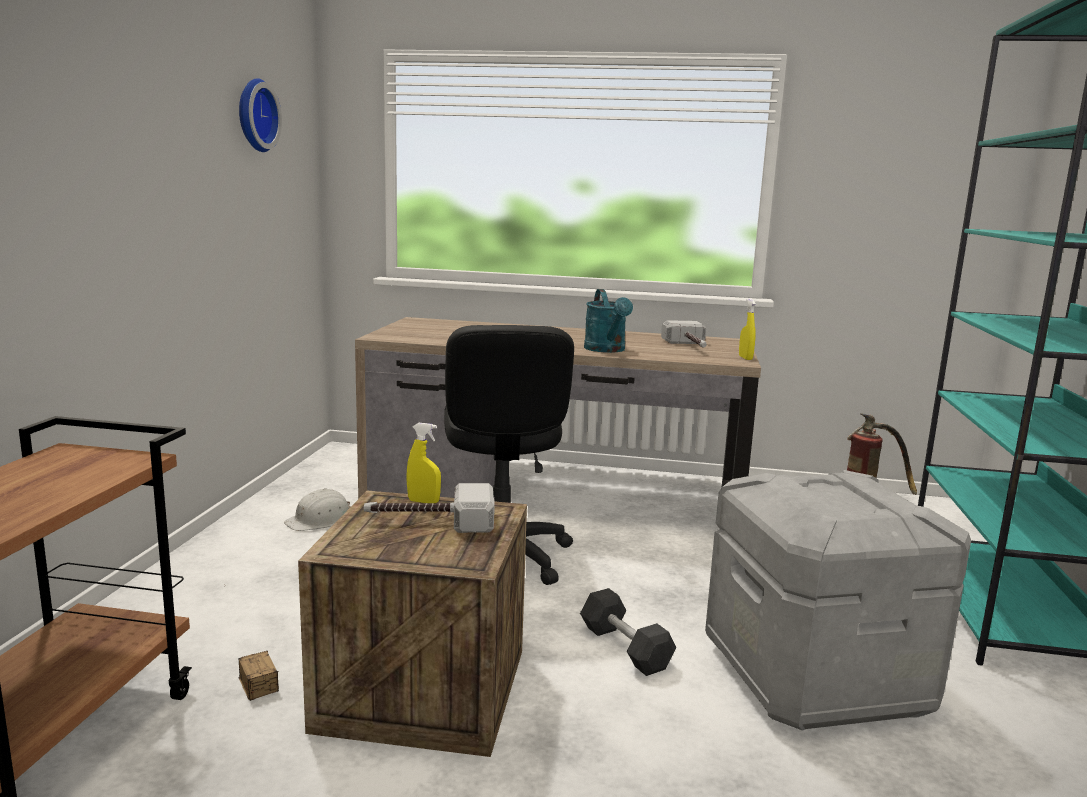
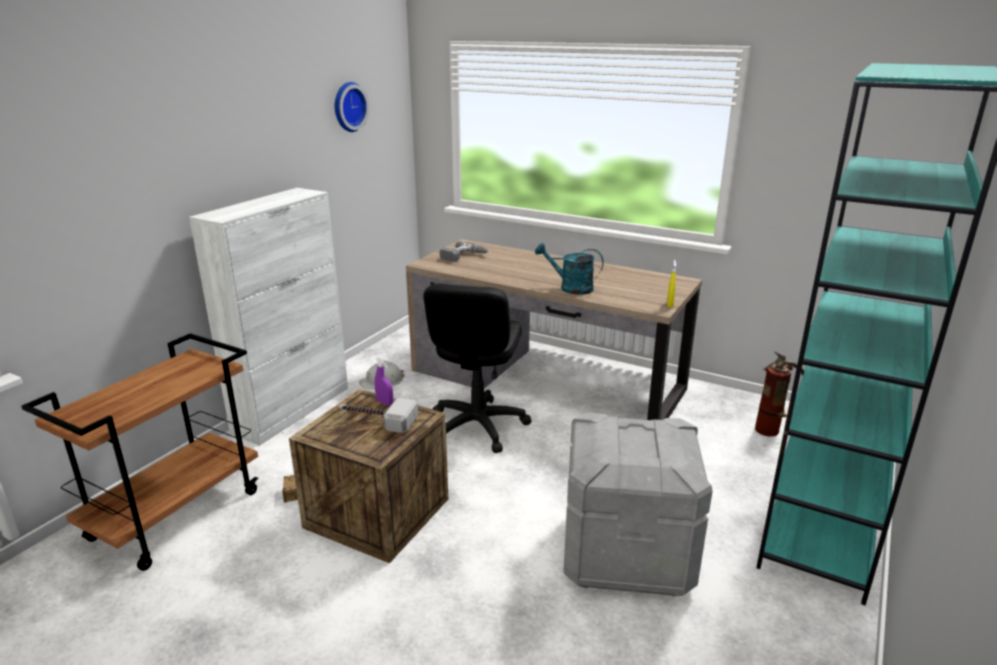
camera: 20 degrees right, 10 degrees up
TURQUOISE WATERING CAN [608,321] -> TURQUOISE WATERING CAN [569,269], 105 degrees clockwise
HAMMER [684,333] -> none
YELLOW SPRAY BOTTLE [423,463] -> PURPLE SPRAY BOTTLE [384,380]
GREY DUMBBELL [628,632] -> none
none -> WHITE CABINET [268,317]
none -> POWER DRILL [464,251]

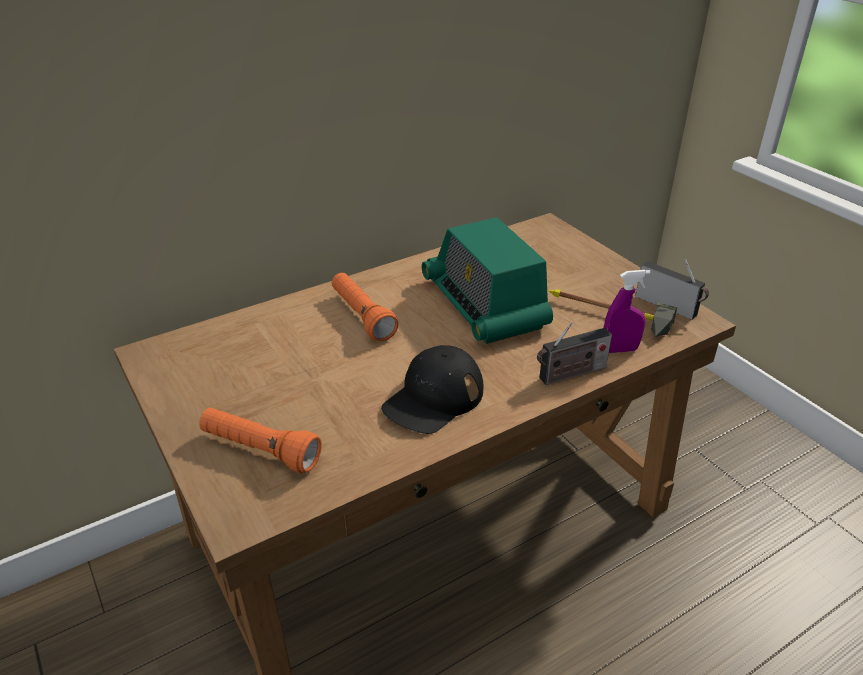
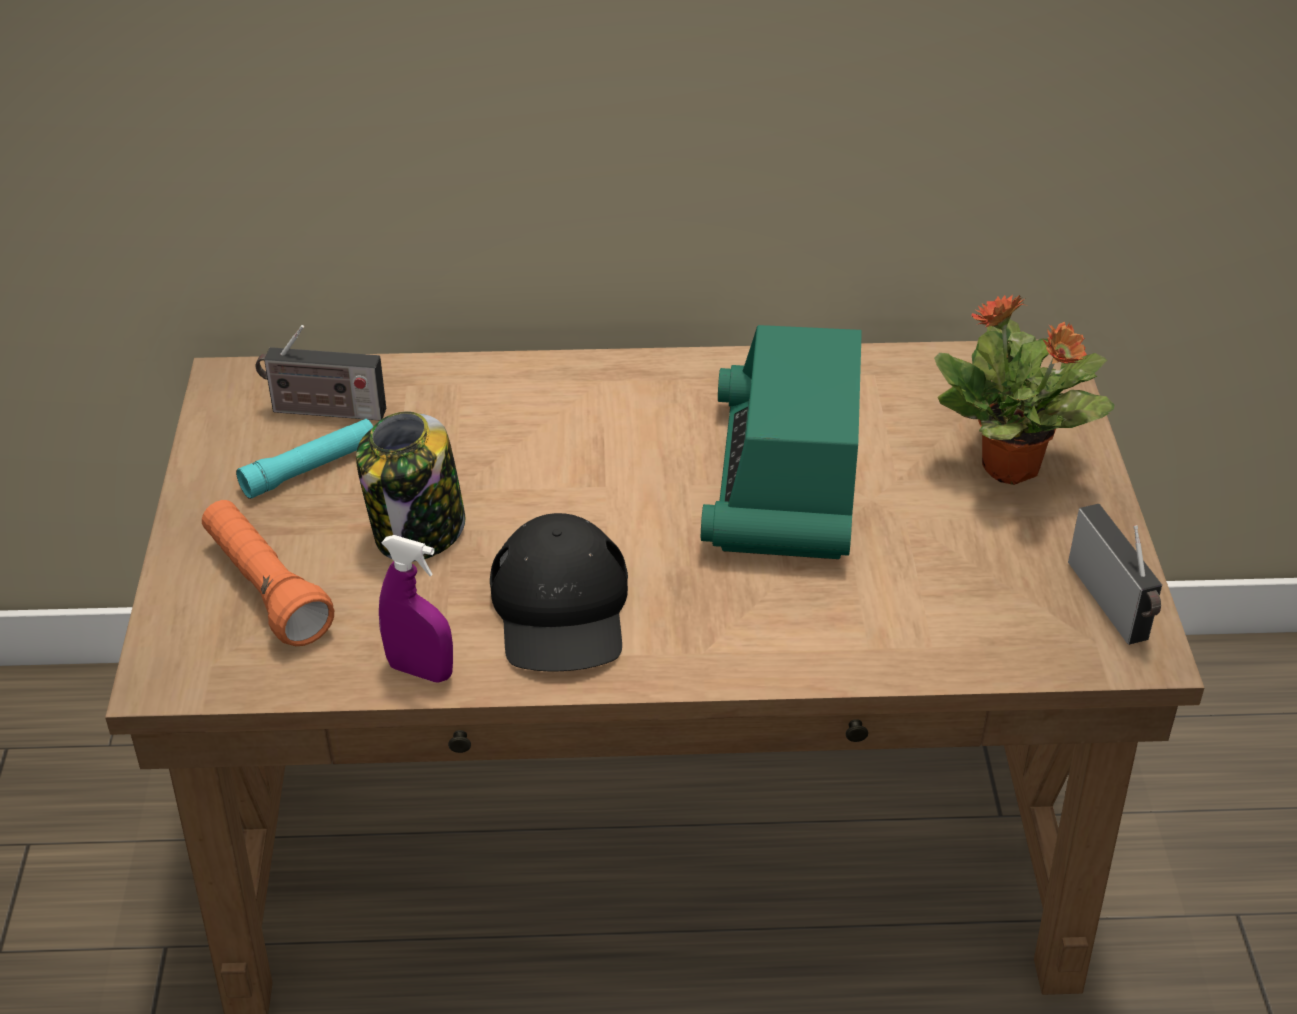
camera: 30 degrees right, 5 degrees up
PURPLE SPRAY BOTTLE [627,311] -> PURPLE SPRAY BOTTLE [416,609], shifted
ORANGE FLASHLIGHT [365,307] -> none
HAMMER [613,312] -> none
RADIO [574,353] -> RADIO [320,372], shifted
BLACK CAP [432,389] -> BLACK CAP [559,592], 75 degrees counterclockwise
none -> POTTED PLANT [1024,390]
none -> JAR [410,486]
none -> TURQUOISE FLASHLIGHT [304,459]

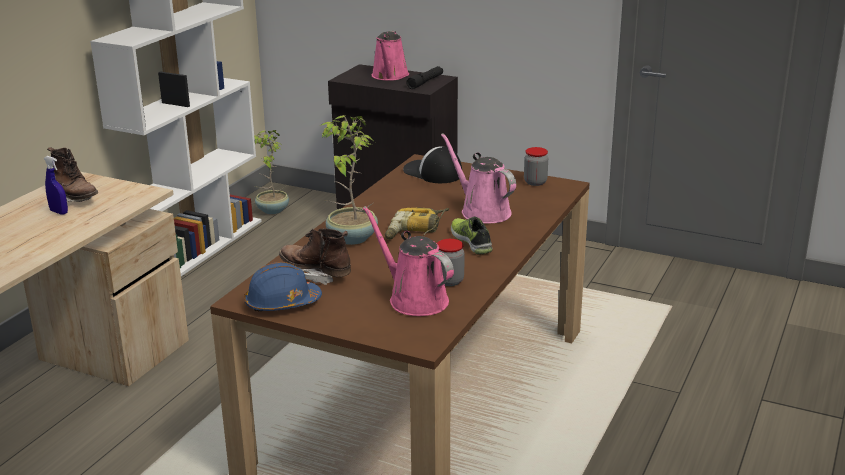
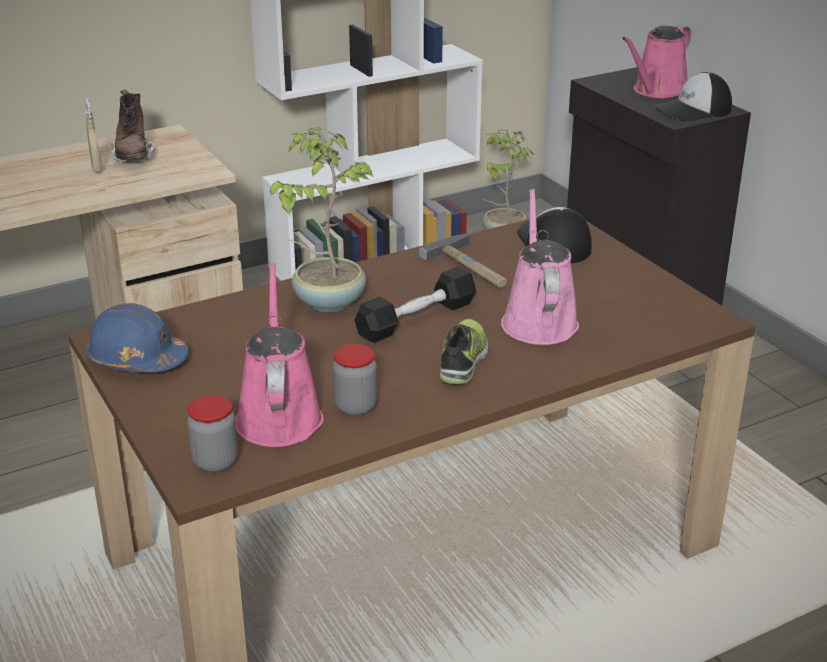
camera: 35 degrees right, 5 degrees up
BLACK FLASHLIGHT [424,77] -> CAP [693,97]
JAR [536,166] -> JAR [212,433], shifted
BLUE SPRAY BOTTLE [56,185] -> BEIGE SPRAY BOTTLE [94,135]
POWER DRILL [417,224] -> BLACK DUMBBELL [415,304]
BROWN BOOT [315,257] -> none
none -> HAMMER [463,260]

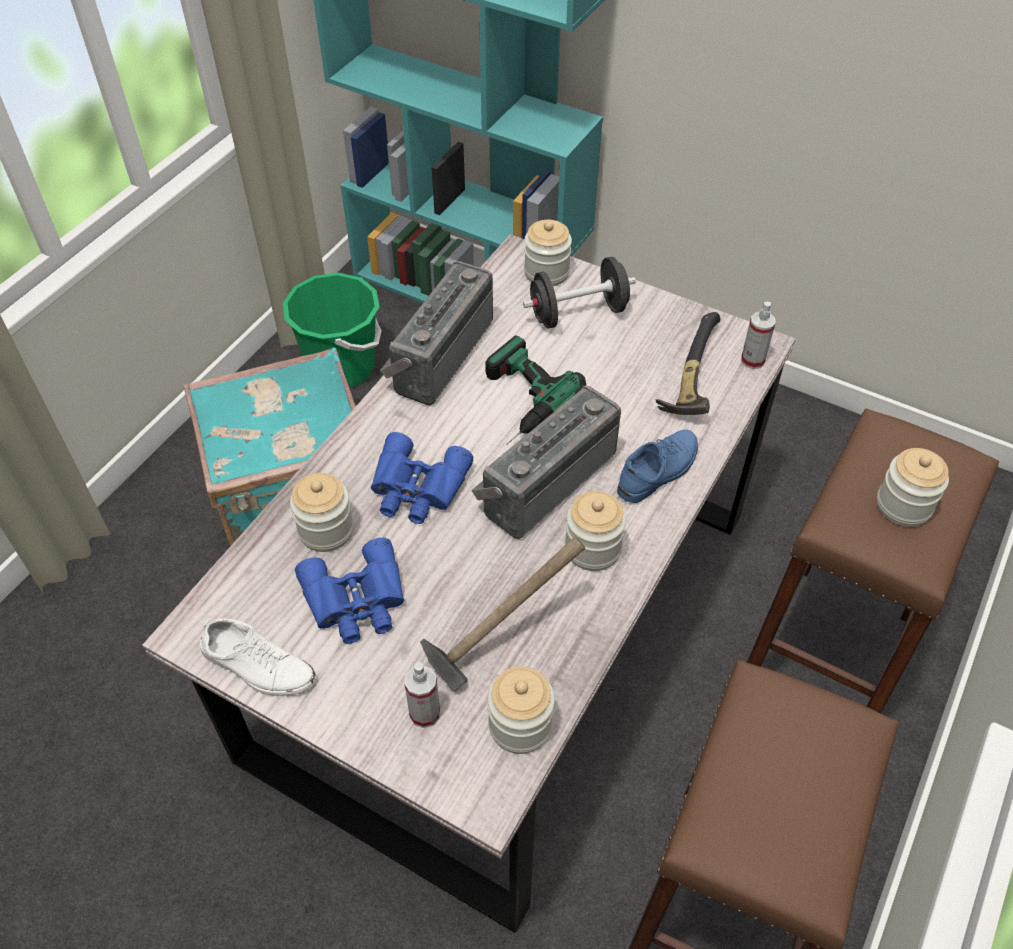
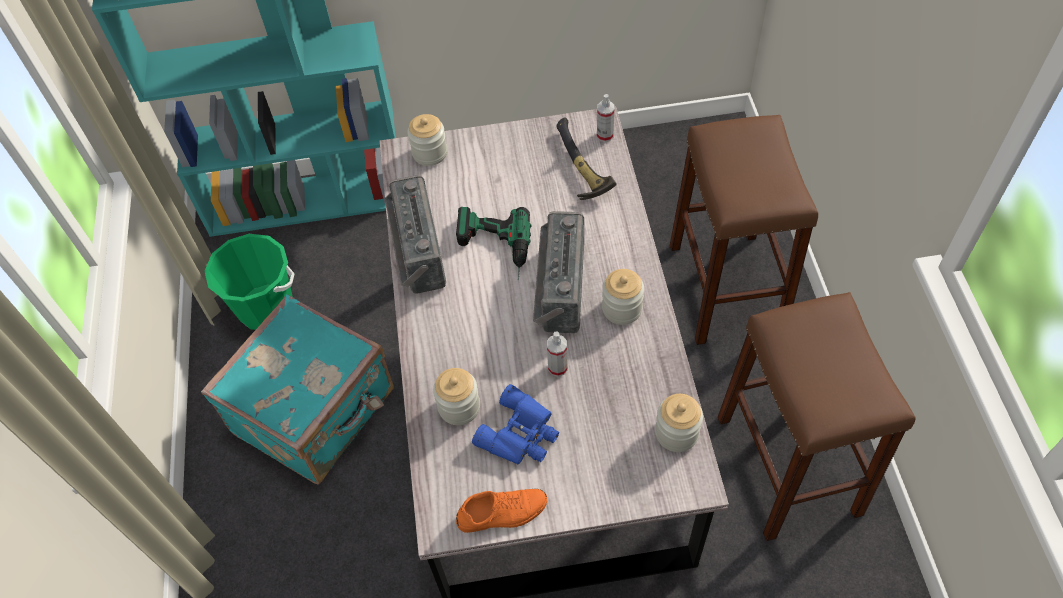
camera: 35 degrees left, 5 degrees up
BLACK DUMBBELL [579,293] -> none
BLUE SHOE [657,466] -> none
BLUE BINOCULARS [422,478] -> none
JAR [913,487] -> none
HAMMER [502,614] -> none
WHITE SHOE [258,657] -> ORANGE SHOE [501,511]
SPRAY BOTTLE [422,695] -> SPRAY BOTTLE [557,354], shifted

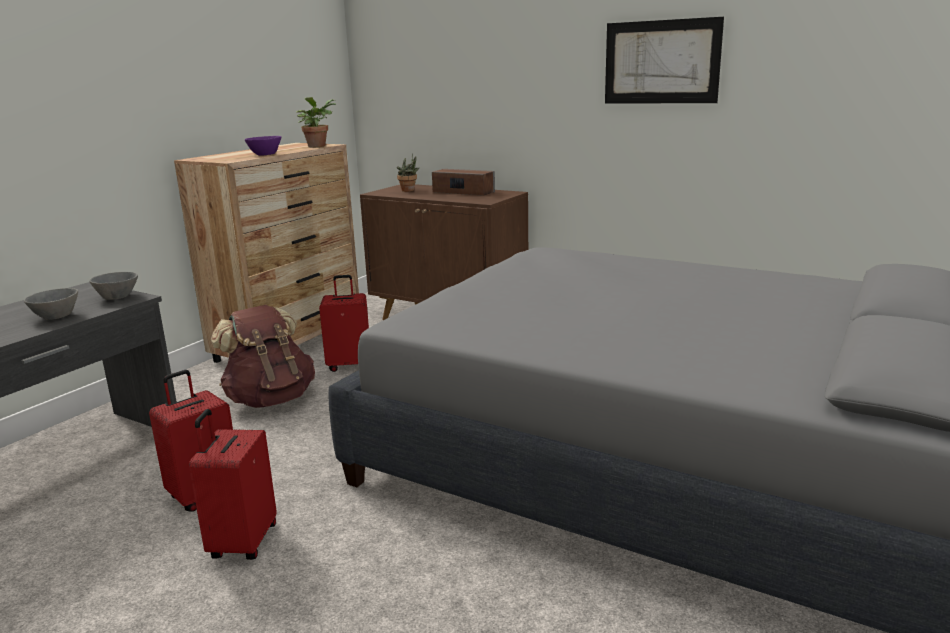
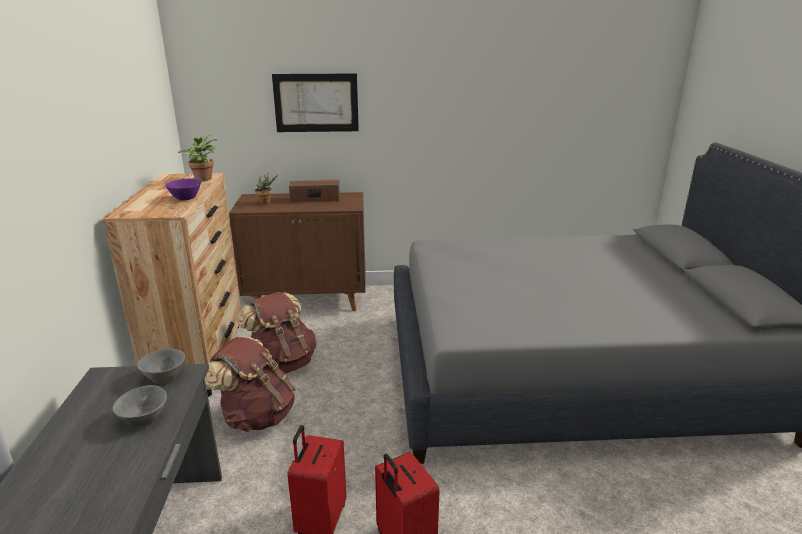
camera: 35 degrees left, 5 degrees up
PICTURE [664,60] -> PICTURE [315,103], shifted
RED SUITCASE [344,323] -> BROWN BACKPACK [277,333]

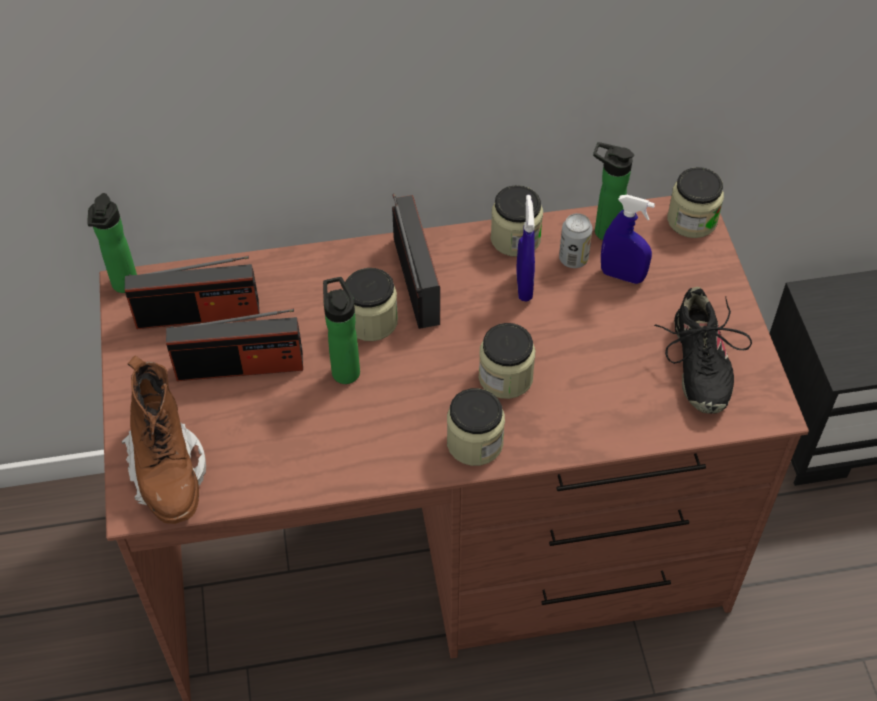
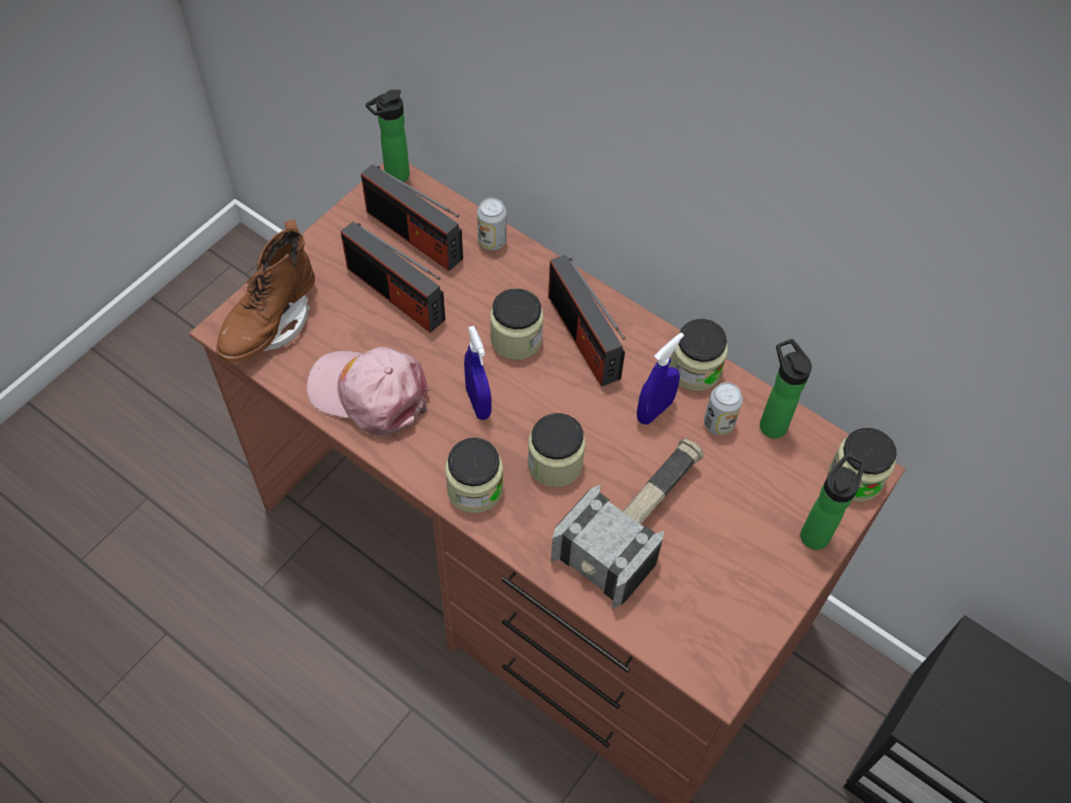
camera: 45 degrees right, 5 degrees up
RADIO [416,261] -> RADIO [587,321], 120 degrees clockwise
BLUE SPRAY BOTTLE [628,239] -> BLUE SPRAY BOTTLE [478,373], shifted
BOTTLE [341,330] -> BOTTLE [832,501], shifted
BLACK SHOE [703,350] -> none
none -> CAN [492,224]
none -> PINK CAP [368,391]
none -> HAMMER [627,523]

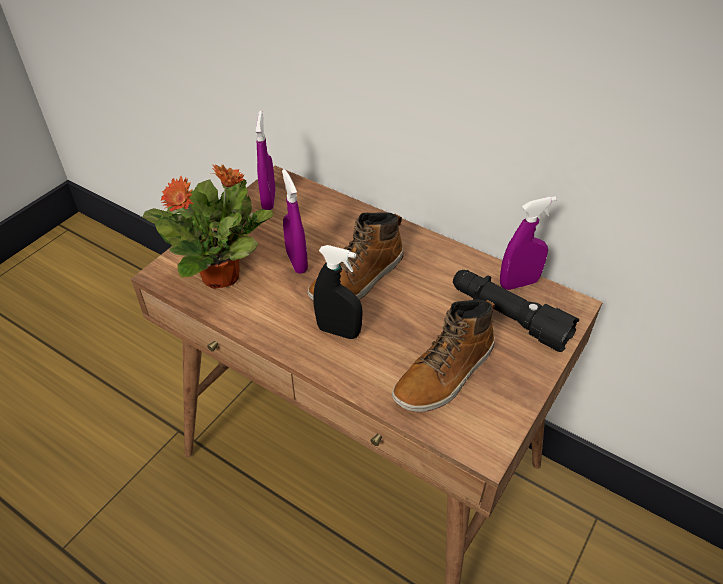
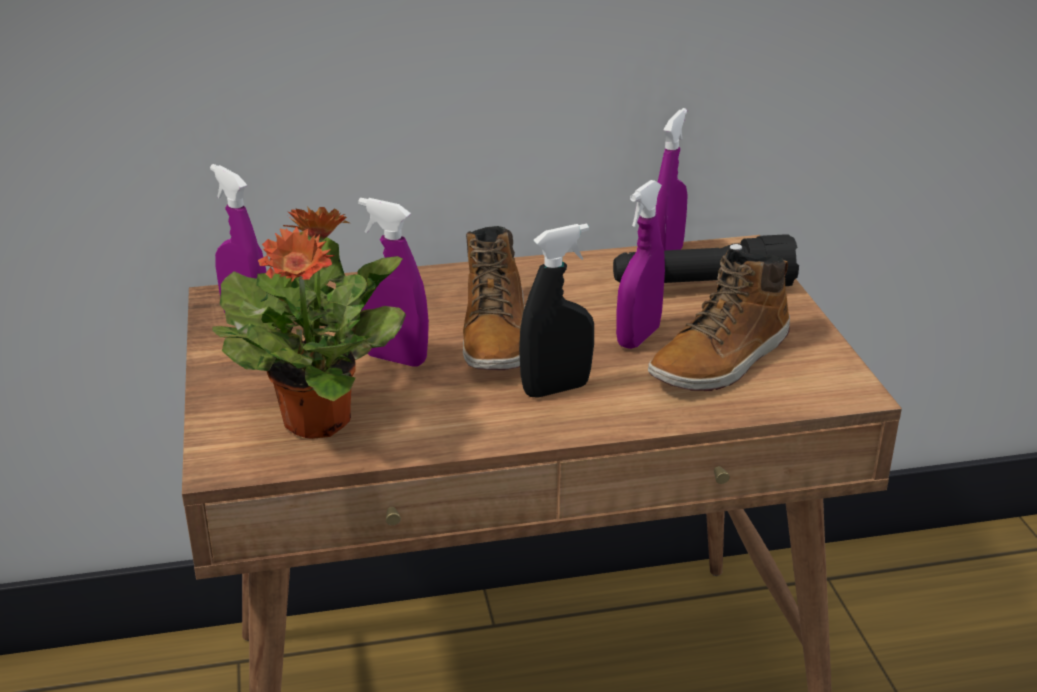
camera: 45 degrees left, 15 degrees down
BOOT [443,356] -> BOOT [719,320], 45 degrees clockwise
none -> PURPLE SPRAY BOTTLE [640,264]

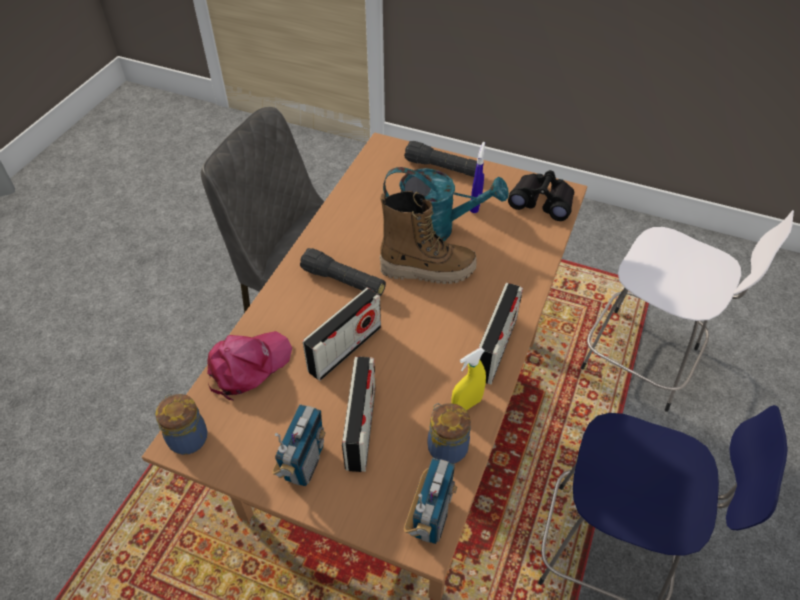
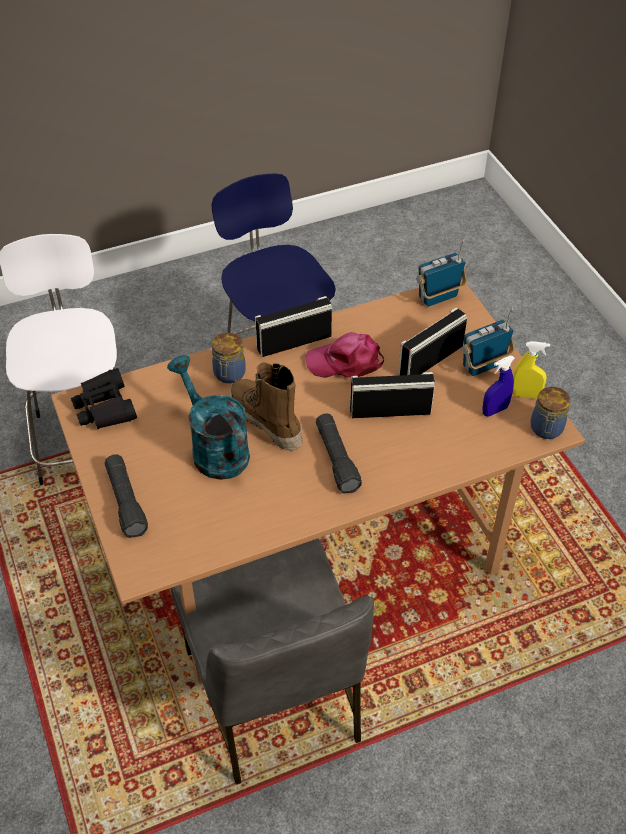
camera: 135 degrees left, 0 degrees up
BLUE SPRAY BOTTLE [477,177] -> BLUE SPRAY BOTTLE [498,386], shifted
PINK CAP [249,365] -> PINK CAP [344,355], shifted
YELLOW SPRAY BOTTLE [468,379] -> YELLOW SPRAY BOTTLE [531,370], shifted
JAR [449,433] -> JAR [229,358], shifted

